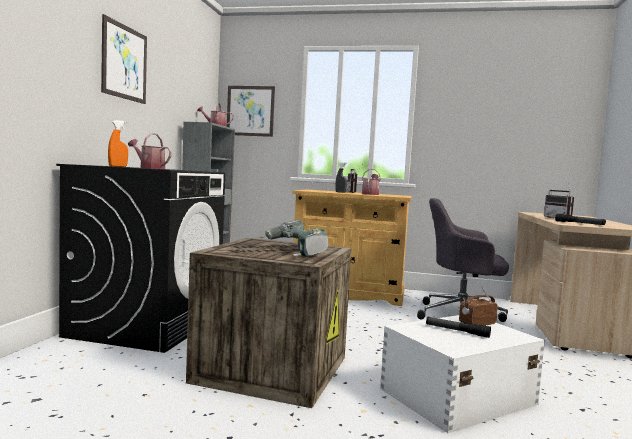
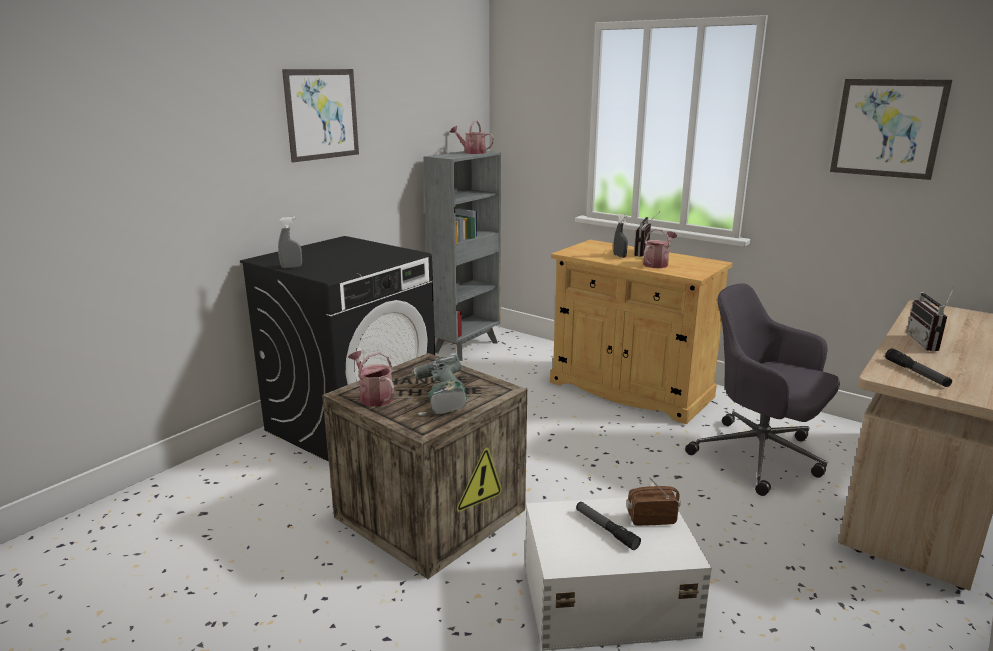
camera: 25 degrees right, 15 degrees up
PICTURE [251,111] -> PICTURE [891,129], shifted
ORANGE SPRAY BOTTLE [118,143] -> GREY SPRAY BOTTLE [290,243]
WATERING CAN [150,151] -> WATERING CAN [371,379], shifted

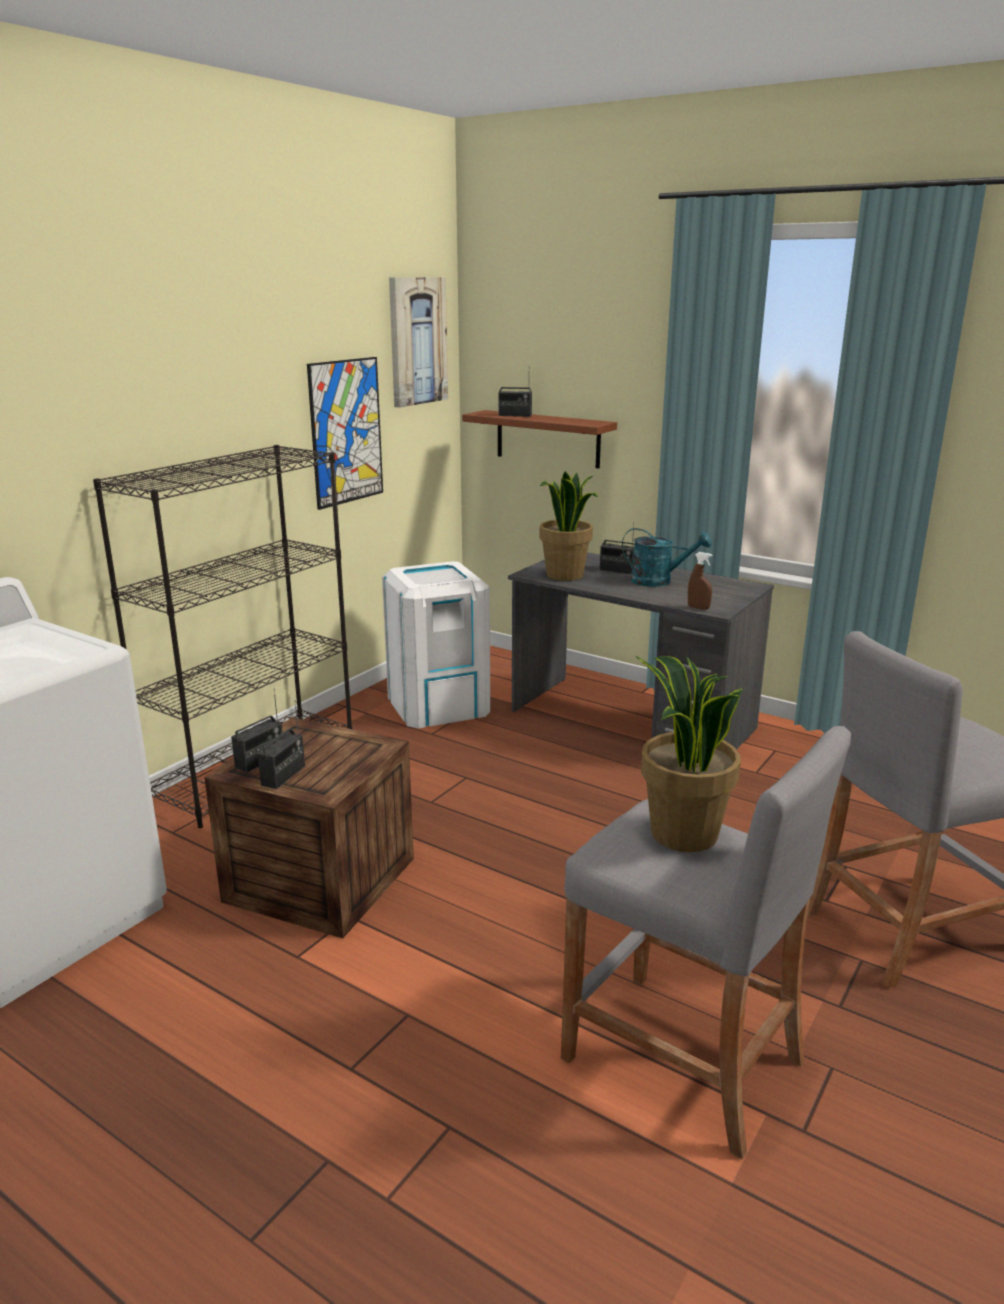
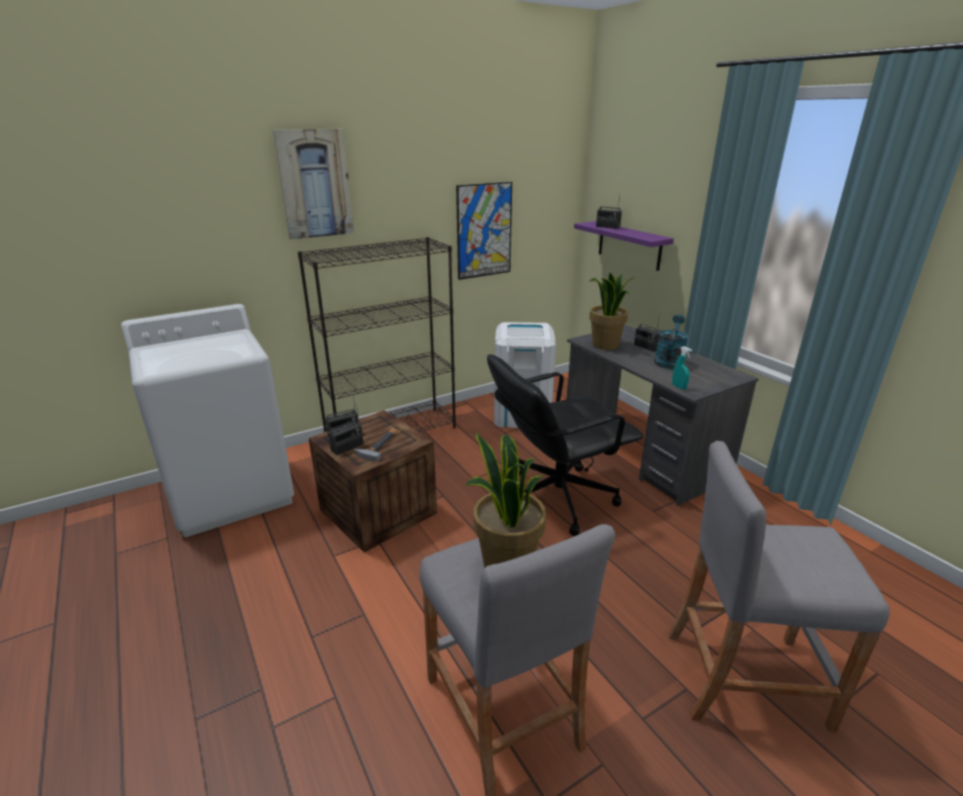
camera: 25 degrees right, 5 degrees up
PICTURE [418,342] -> PICTURE [313,184], shifted
BROWN SHELF [539,439] -> PURPLE SHELF [624,246]
TURQUOISE WATERING CAN [667,557] -> TURQUOISE WATERING CAN [671,341], 105 degrees counterclockwise
BROWN SPRAY BOTTLE [700,581] -> TURQUOISE SPRAY BOTTLE [682,368]
none -> BLACK OFFICE CHAIR [565,445]
none -> HAMMER [375,445]

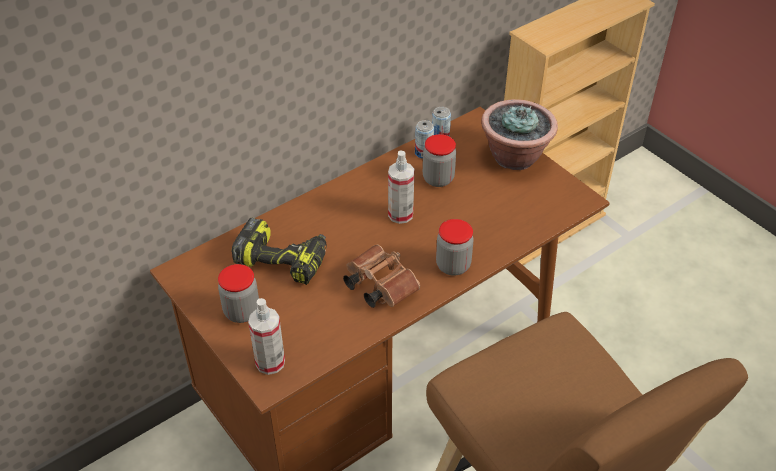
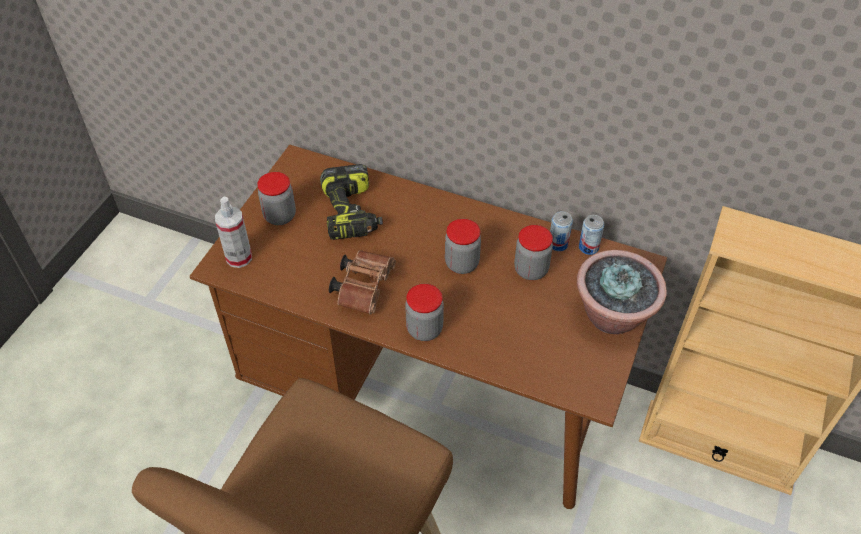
camera: 60 degrees right, 5 degrees up
SPRAY BOTTLE [401,187] -> JAR [463,246]

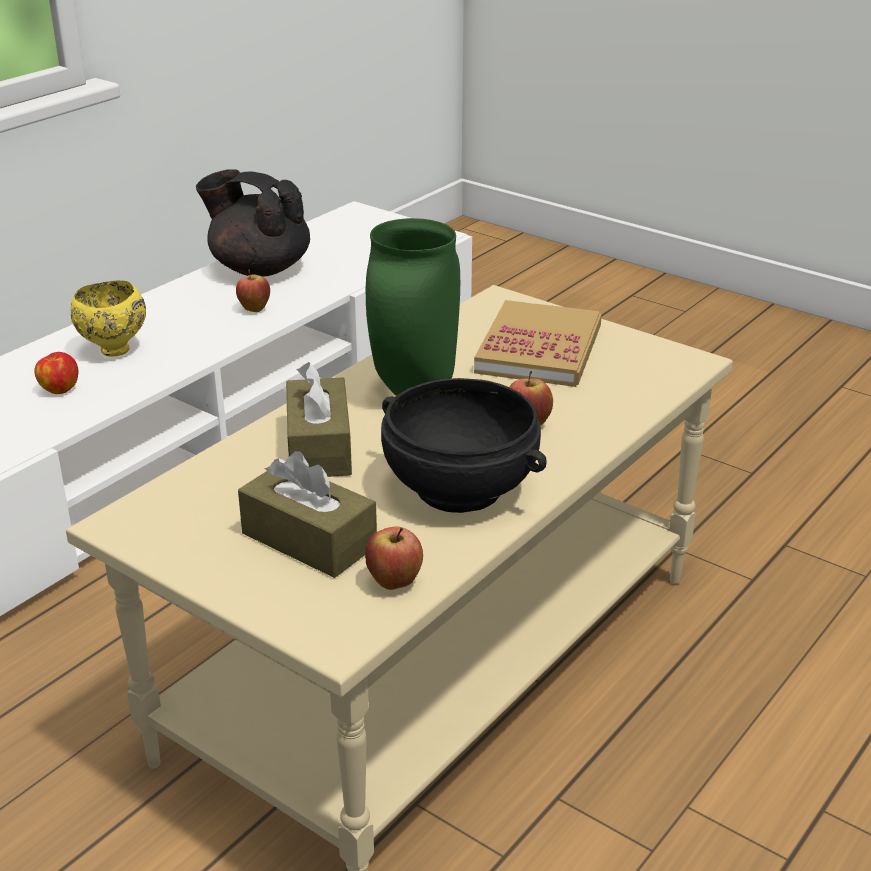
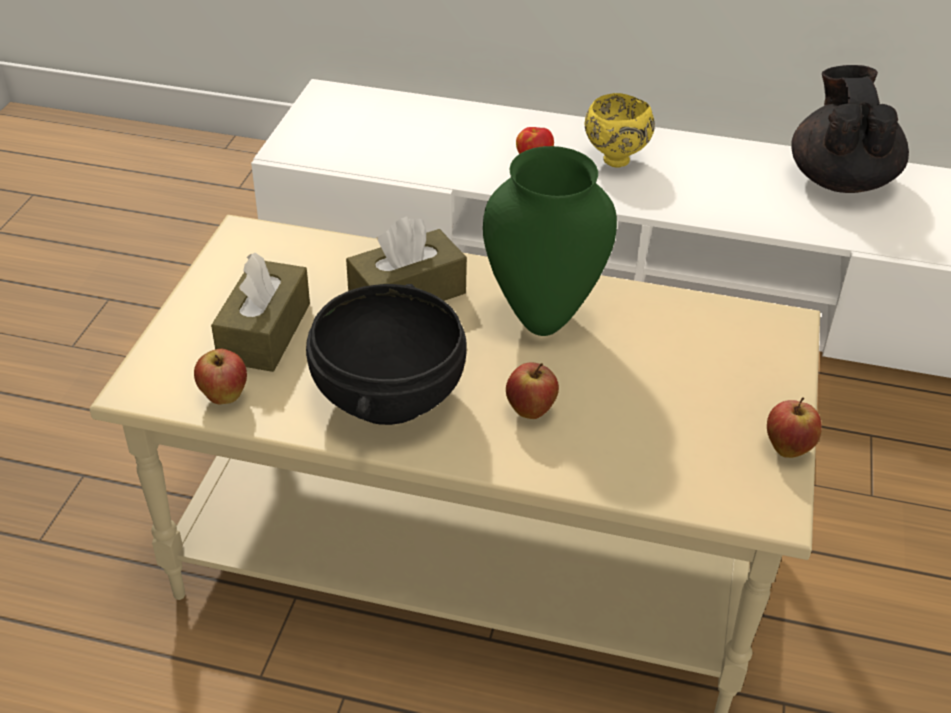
camera: 65 degrees right, 10 degrees up
APPLE [253,290] -> APPLE [794,427], shifted
BOOK [538,343] -> none

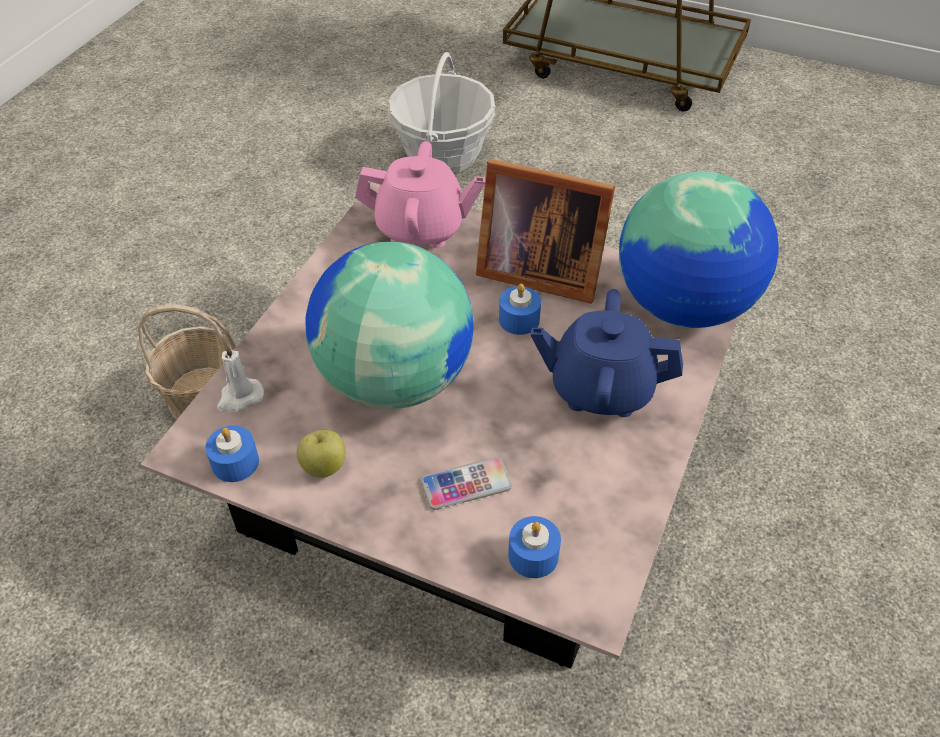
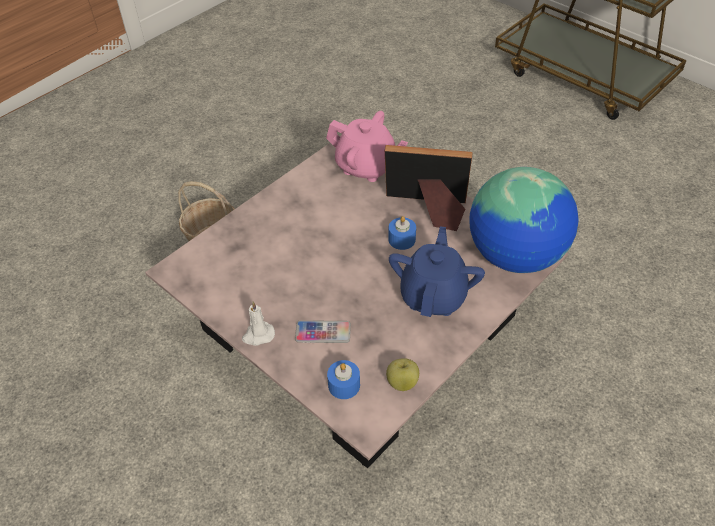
camera: 20 degrees right, 0 degrees up
BASKET [441,112] -> none
PICTURE FRAME [545,231] -> PICTURE FRAME [429,188], 150 degrees clockwise
GLOBE [389,325] -> none
BLUE TEAPOT [607,353] -> BLUE TEAPOT [437,271], 75 degrees clockwise
WHITE CANDLE [240,377] -> WHITE CANDLE [258,324], shifted
BLUE CANDLE [232,454] -> none
APPLE [321,454] -> APPLE [402,374], shifted

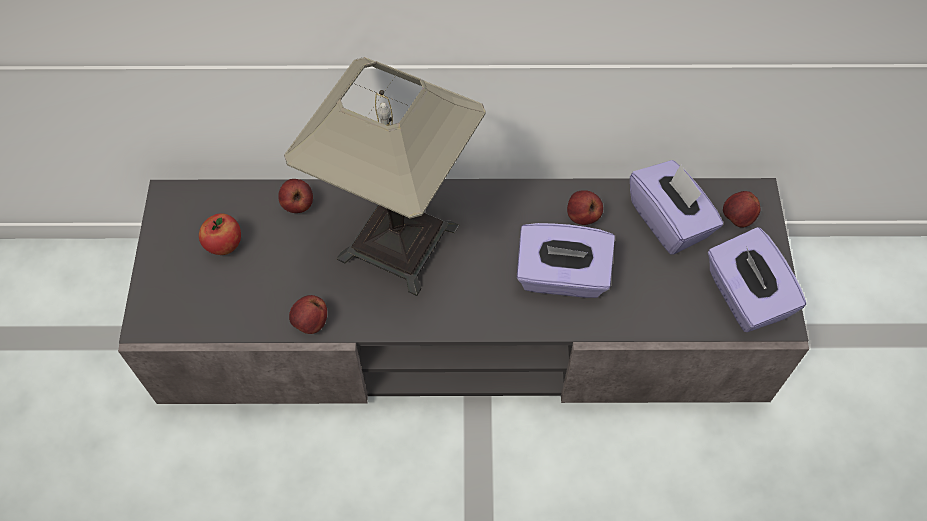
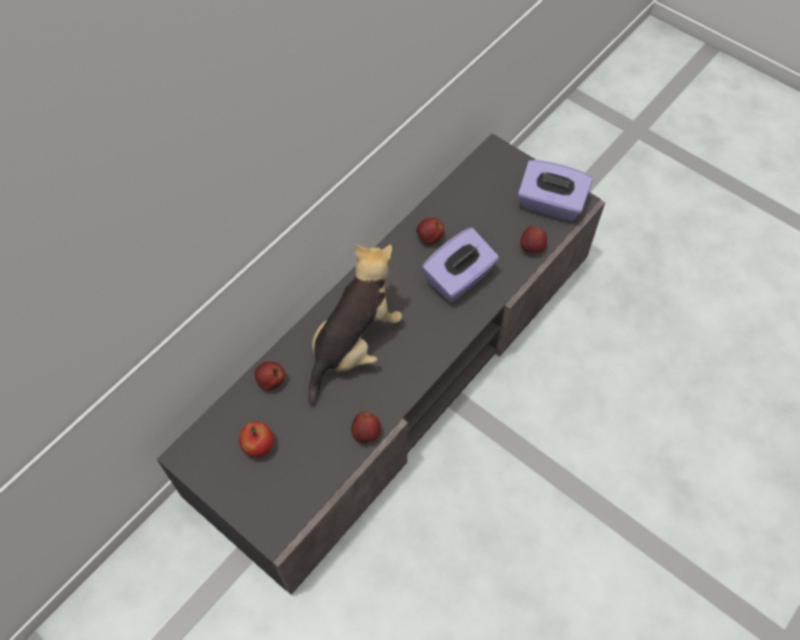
camera: 50 degrees left, 0 degrees up
TABLE LAMP [385,176] -> PLUSH TOY [355,325]
PURPLE TISSUE BOX [676,207] -> none
APPLE [742,209] -> APPLE [533,239], shifted

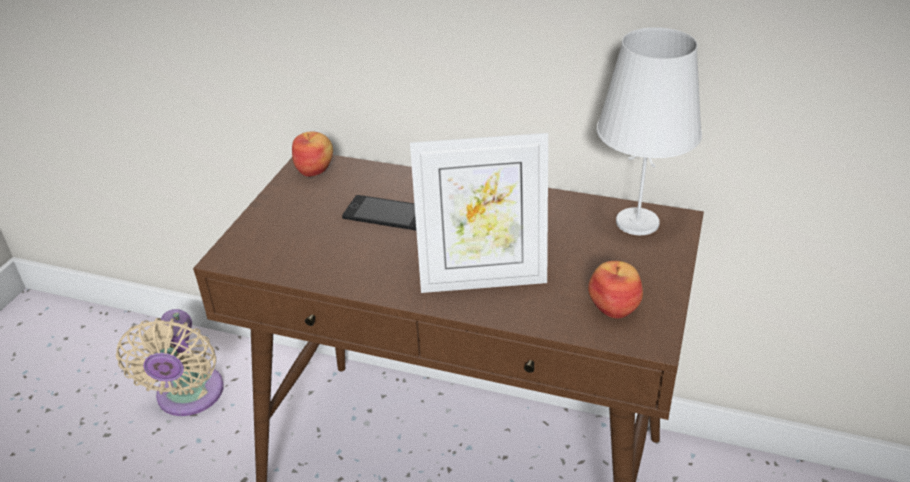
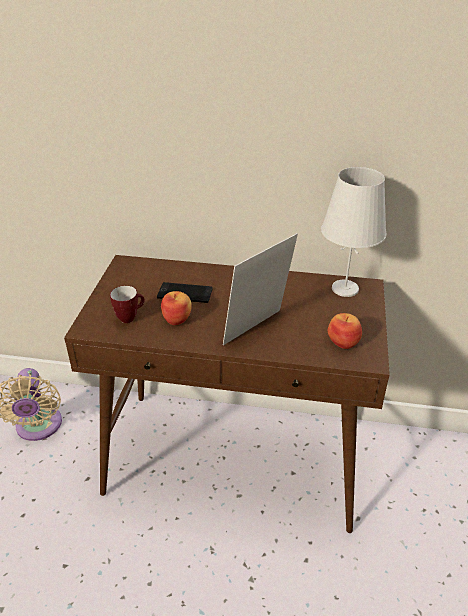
camera: 10 degrees left, 0 degrees up
APPLE [312,154] -> APPLE [176,308], shifted
PICTURE FRAME [479,213] -> PICTURE FRAME [260,289], 150 degrees clockwise
none -> MUG [127,304]

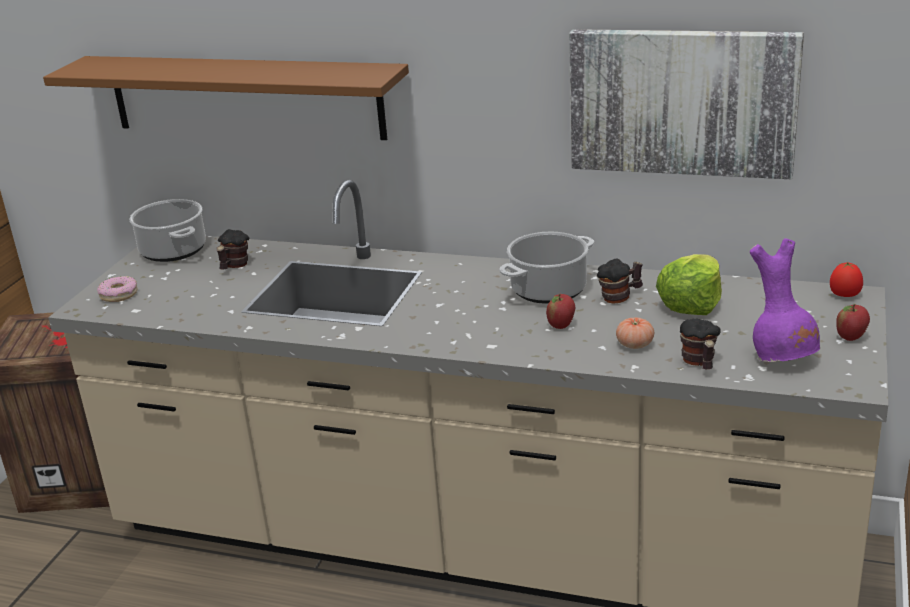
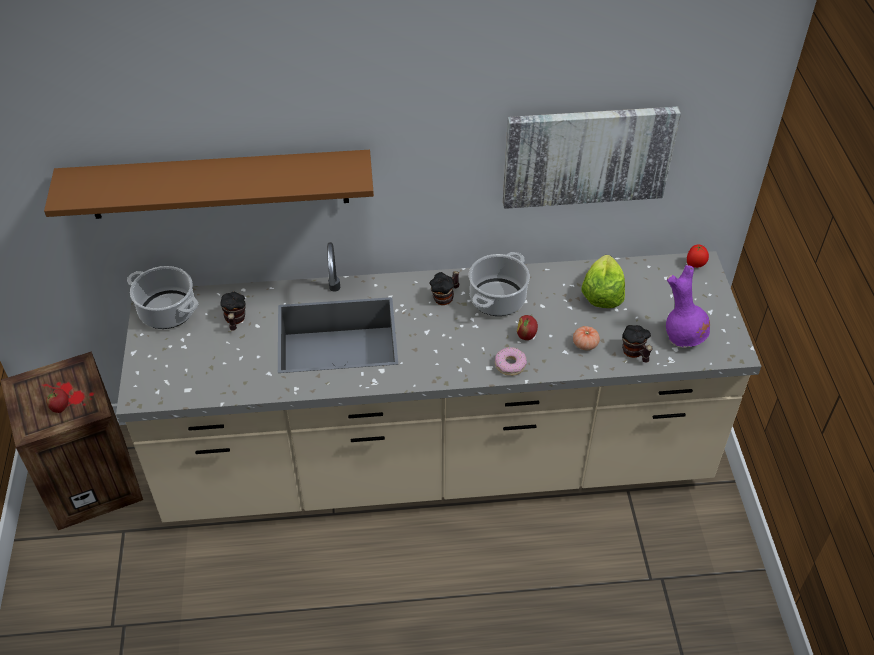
camera: 25 degrees left, 20 degrees up
MUG [620,281] -> MUG [445,288], shifted
DONUT [117,289] -> DONUT [511,361], shifted
APPLE [853,322] -> APPLE [57,401], shifted

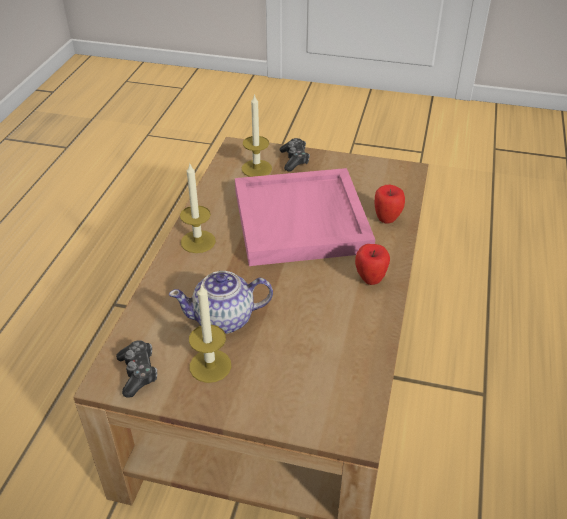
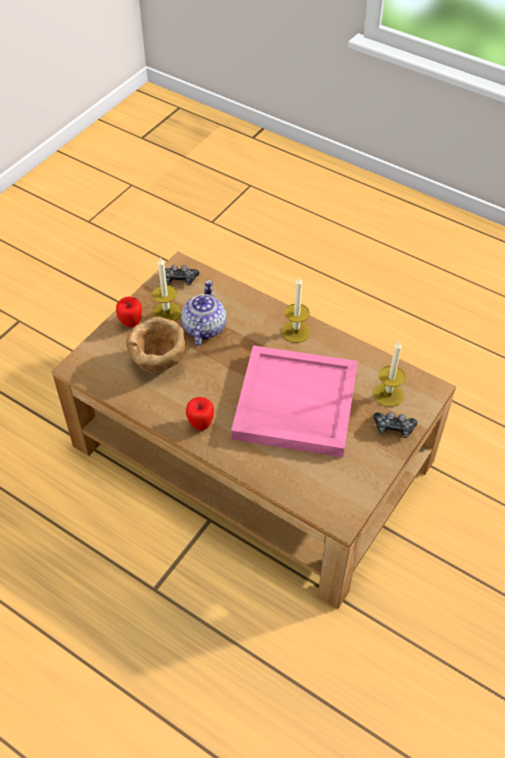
camera: 110 degrees right, 10 degrees up
APPLE [390,204] -> APPLE [129,312], shifted
none -> BROWN BOWL [155,346]

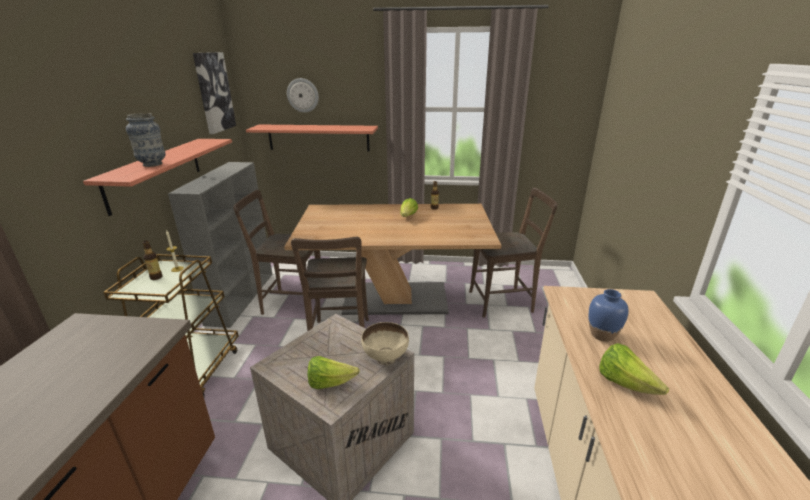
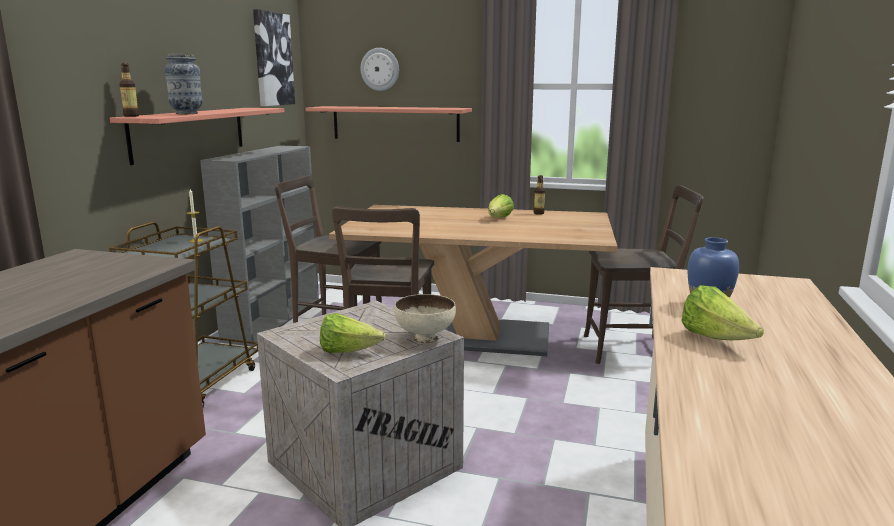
camera: 10 degrees right, 10 degrees down
BOTTLE [152,260] -> BOTTLE [129,90], shifted

